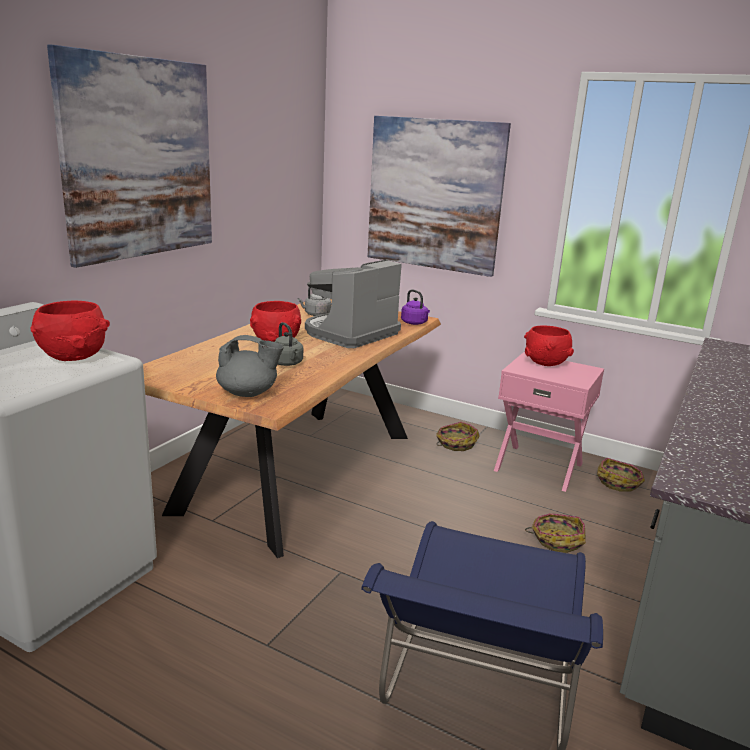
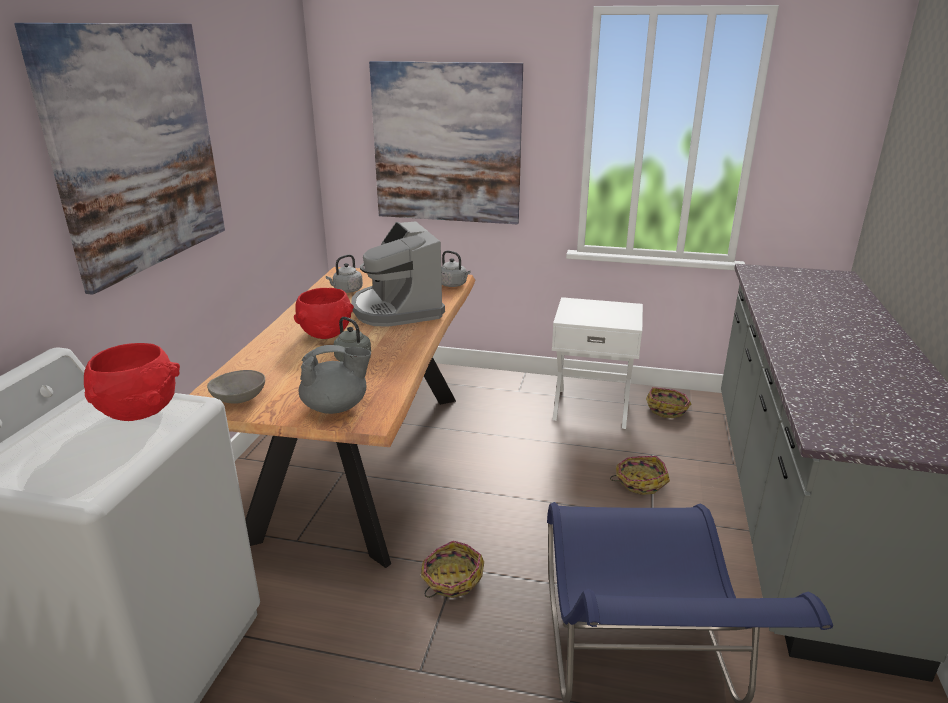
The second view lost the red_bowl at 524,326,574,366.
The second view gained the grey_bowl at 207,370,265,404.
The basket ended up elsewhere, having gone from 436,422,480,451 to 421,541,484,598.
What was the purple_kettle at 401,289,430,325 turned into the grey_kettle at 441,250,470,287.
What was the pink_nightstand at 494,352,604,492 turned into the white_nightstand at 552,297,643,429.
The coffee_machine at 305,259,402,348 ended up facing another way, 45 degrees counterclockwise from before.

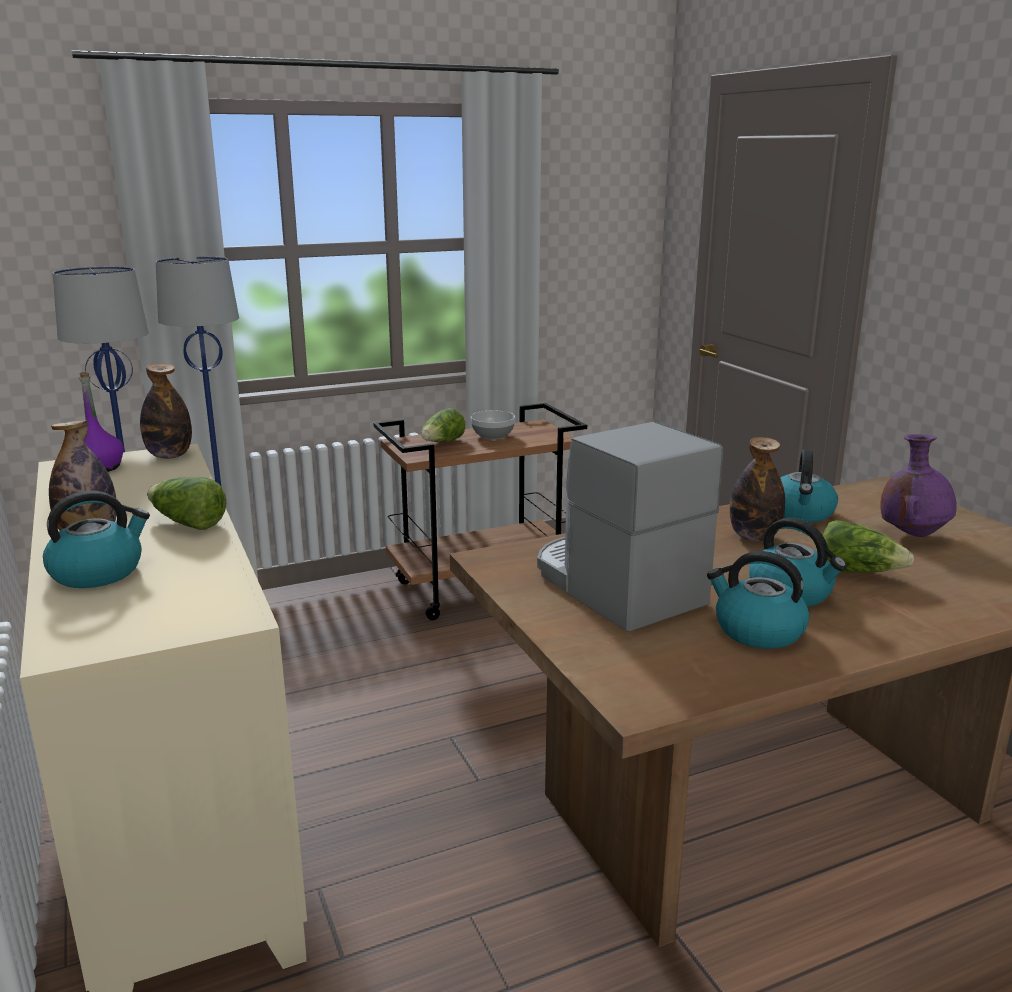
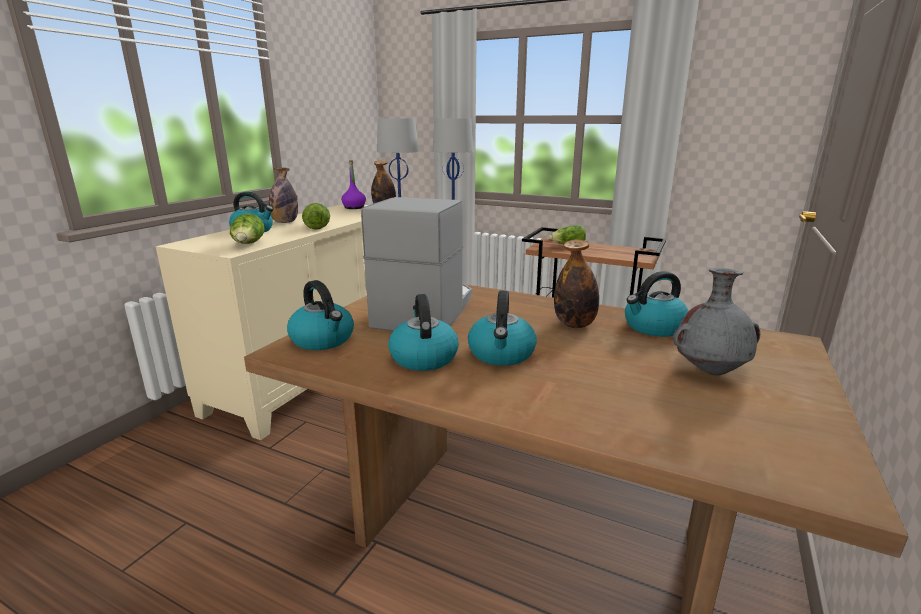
The second view lost the bowl at 471,411,515,440.
The second view gained the kettle at 287,280,354,350.
The lettuce ended up elsewhere, having gone from 823,520,914,573 to 230,214,265,244.
What was the purple_vase at 880,434,957,537 turned into the grey_vase at 673,268,760,376.

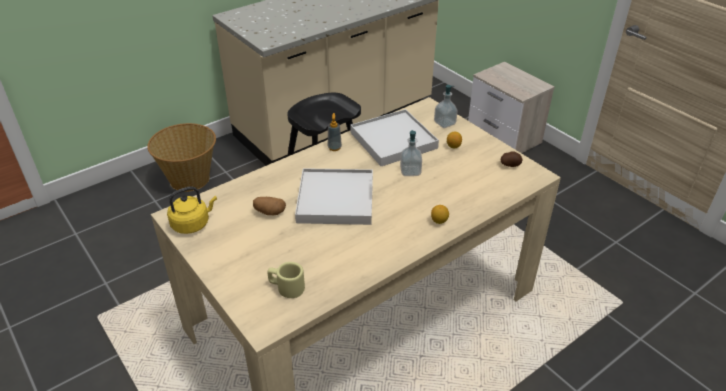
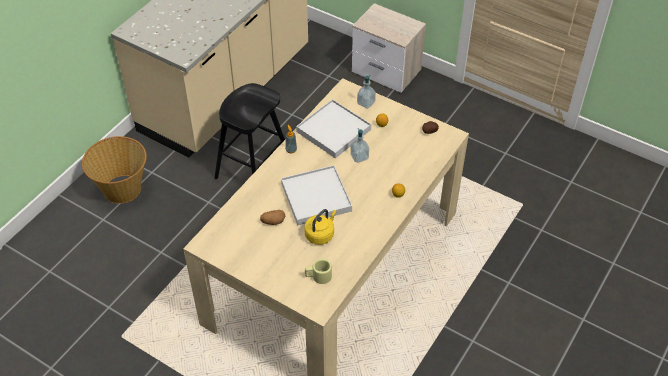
The yellow_kettle ended up elsewhere, having gone from 167,186,217,234 to 304,209,337,245.

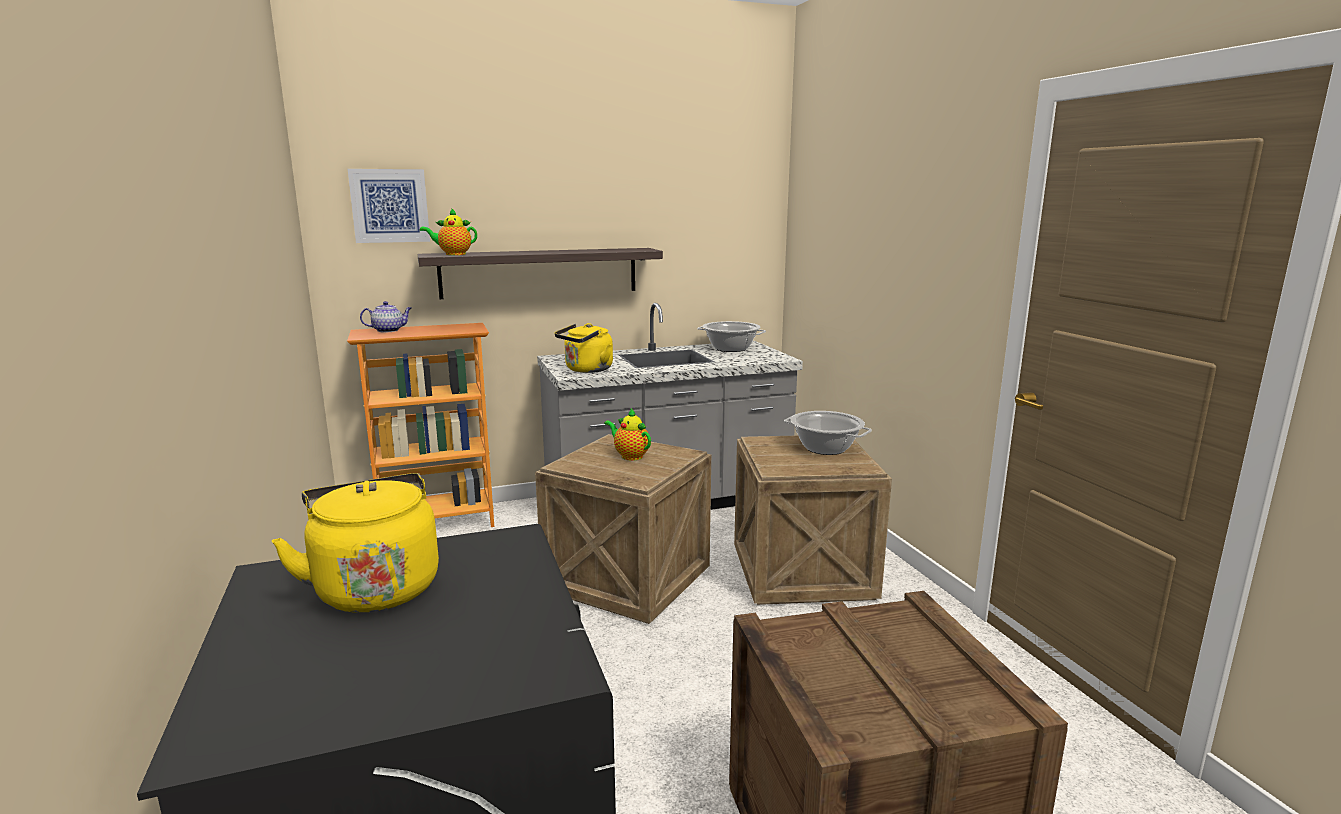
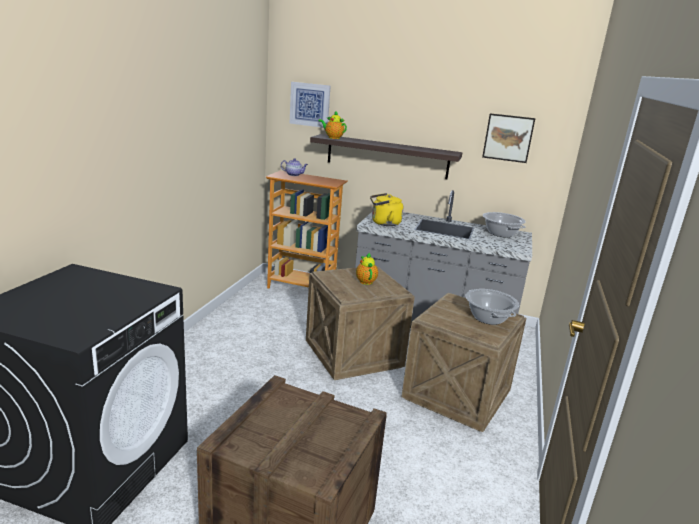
The second view lost the yellow_kettle at 272,473,439,613.
The second view gained the picture at 482,113,535,163.

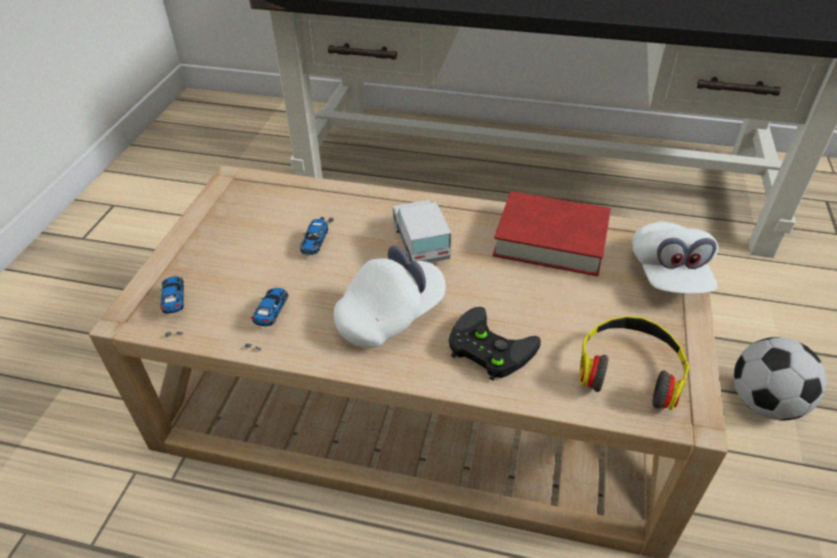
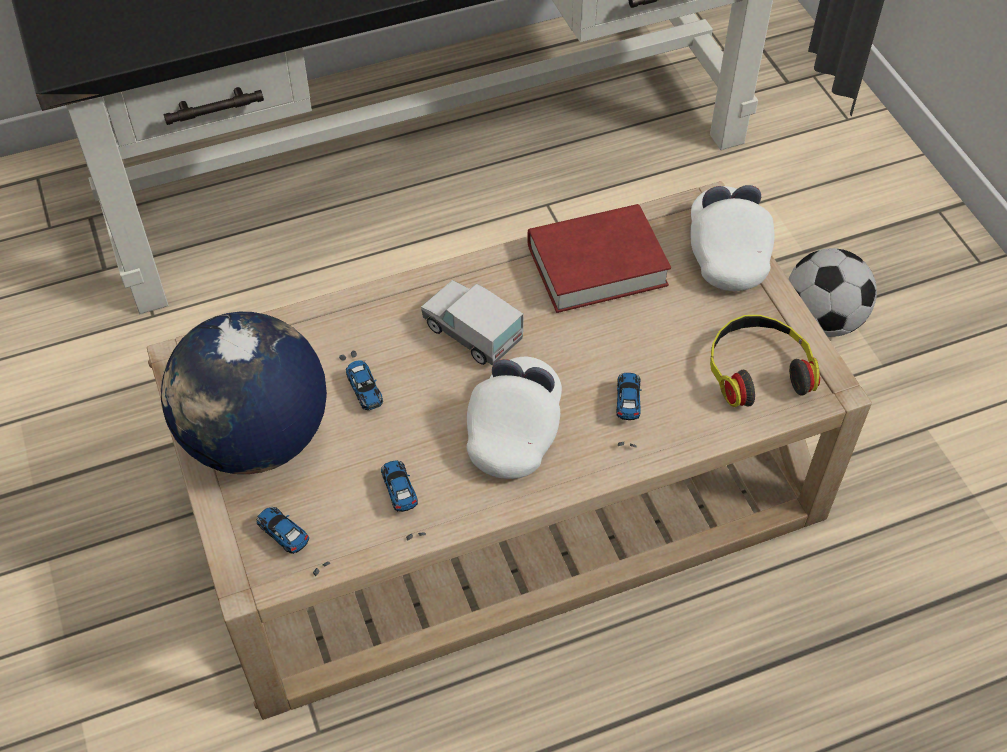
The second view gained the globe at 161,312,327,474.
Where the black_game_controller stood at 448,307,541,380, the toy_car came to stand at 616,373,642,447.
The white_cap at 632,222,718,293 ended up facing another way, 150 degrees counterclockwise from before.

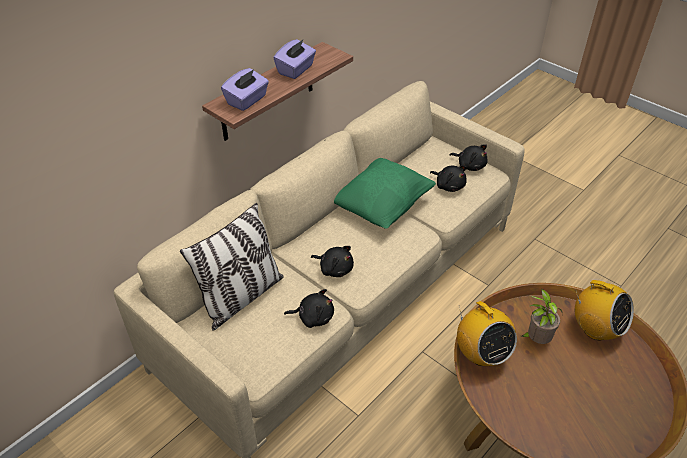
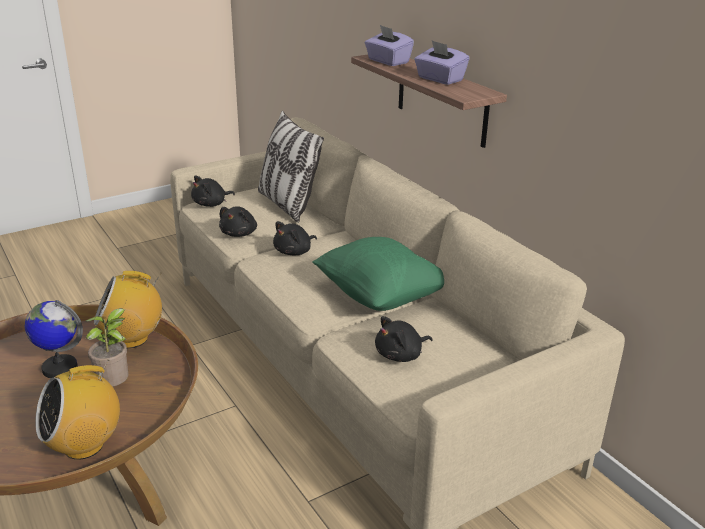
The second view gained the globe at 25,300,83,378.
The black_plush_toy ended up elsewhere, having gone from 450,144,488,171 to 191,175,235,207.

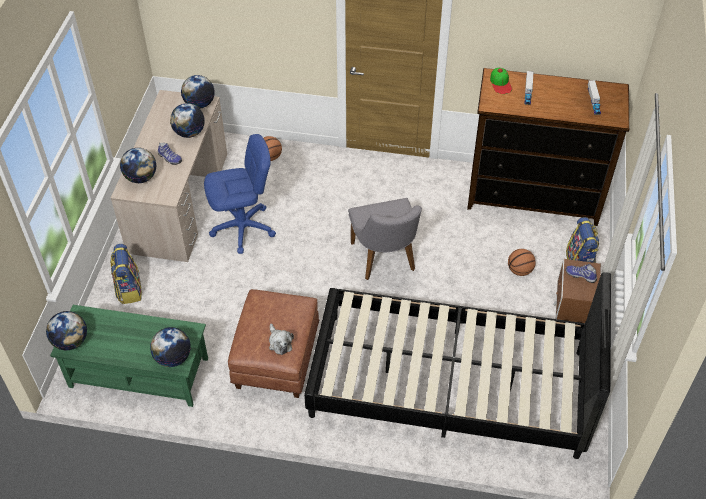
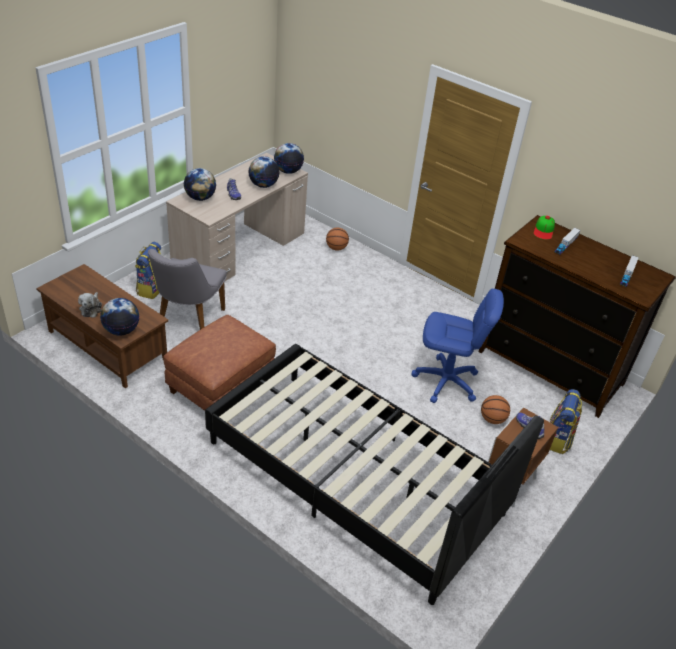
The second view lost the globe at 46,311,87,350.
The blue_office_chair ended up elsewhere, having gone from 204,134,276,254 to 411,289,504,403.
The plush_toy ended up elsewhere, having gone from 269,323,294,355 to 78,292,102,317.
The grey_chair ended up elsewhere, having gone from 348,198,422,280 to 148,249,227,330.
What was the green_coffee_table at 50,305,208,407 turned into the brown_coffee_table at 36,264,168,389.

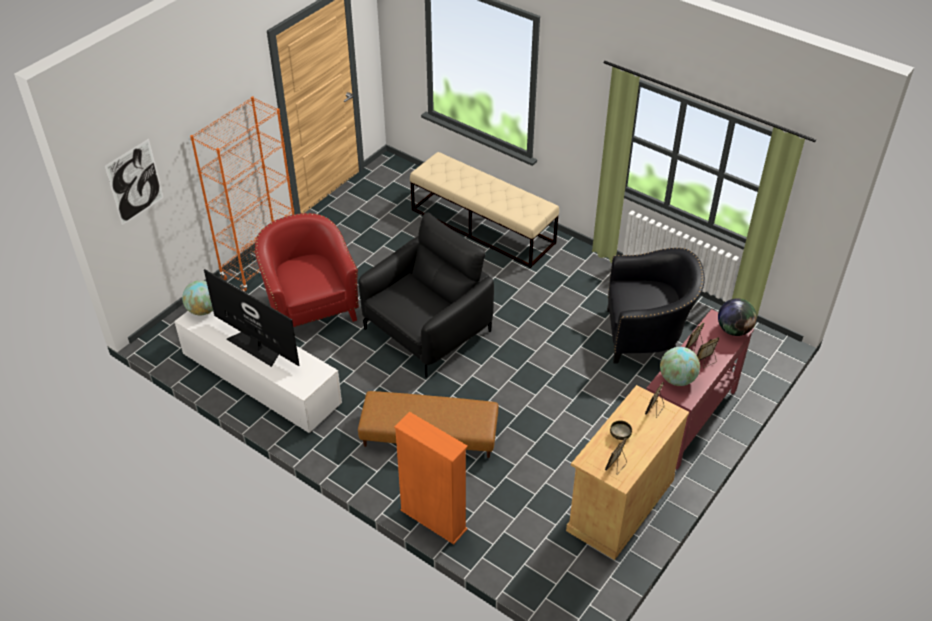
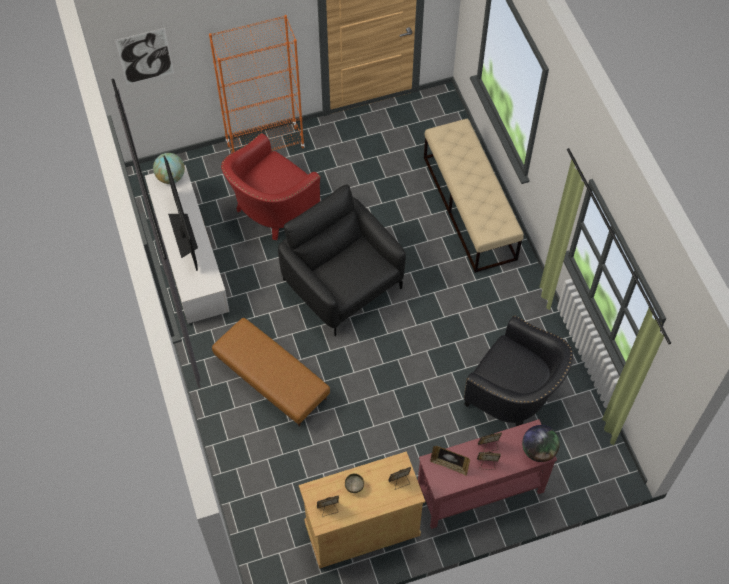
The second view lost the orange_bookcase at 394,412,468,544.
Where the globe stood at 660,347,700,386, the picture_frame came to stand at 430,446,470,476.
The red_armchair at 255,213,359,327 ended up facing another way, 150 degrees counterclockwise from before.
The black_armchair at 359,213,494,377 ended up facing another way, 120 degrees counterclockwise from before.

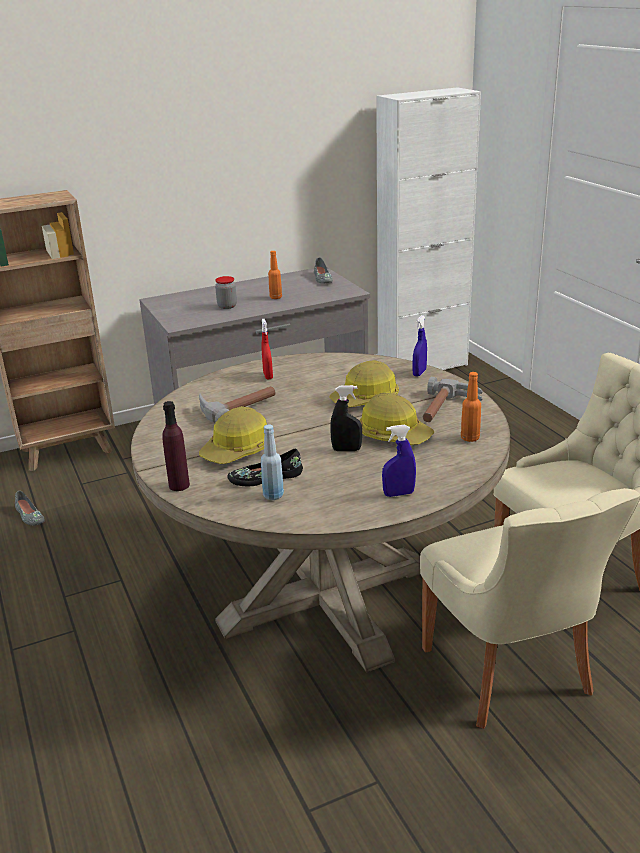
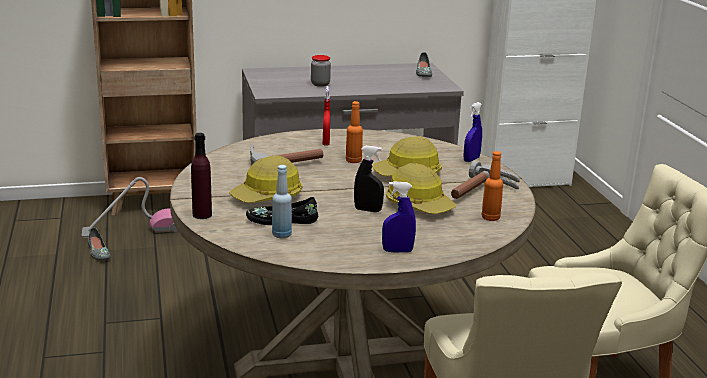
The second view gained the vacuum_cleaner at 82,177,178,238.
The orange_bottle ended up elsewhere, having gone from 268,251,282,299 to 346,101,363,163.

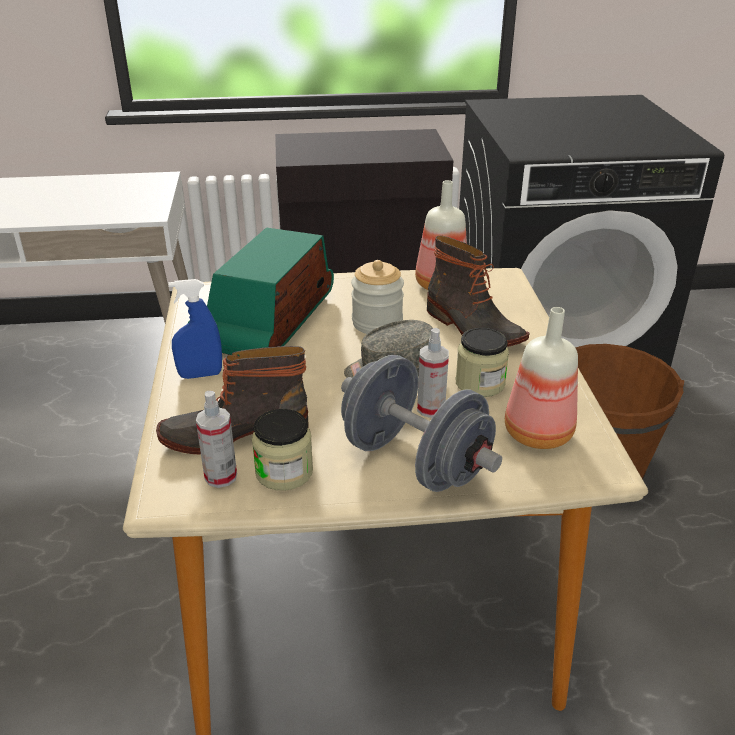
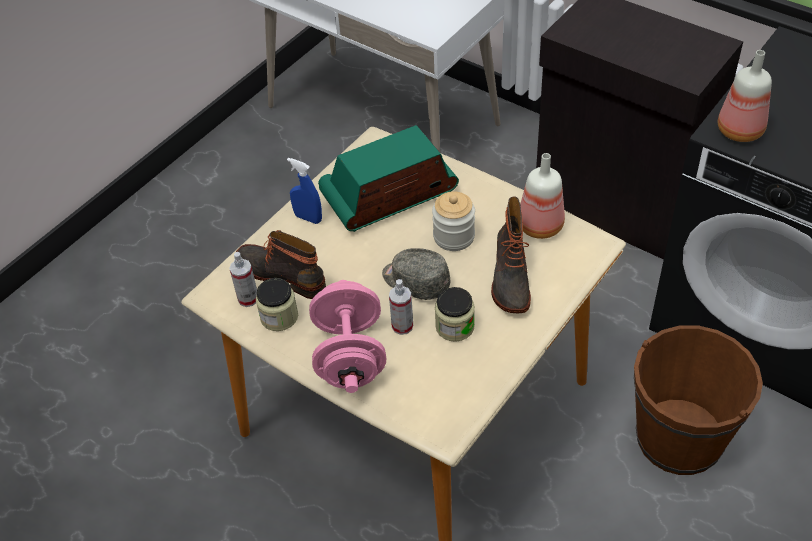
The bottle ended up elsewhere, having gone from 505,307,578,449 to 718,50,772,142.
What was the grey_dumbbell at 341,355,502,492 turned into the pink_dumbbell at 309,280,386,393.

